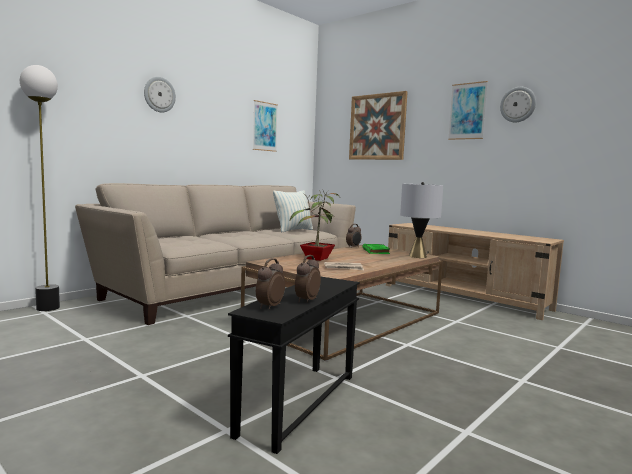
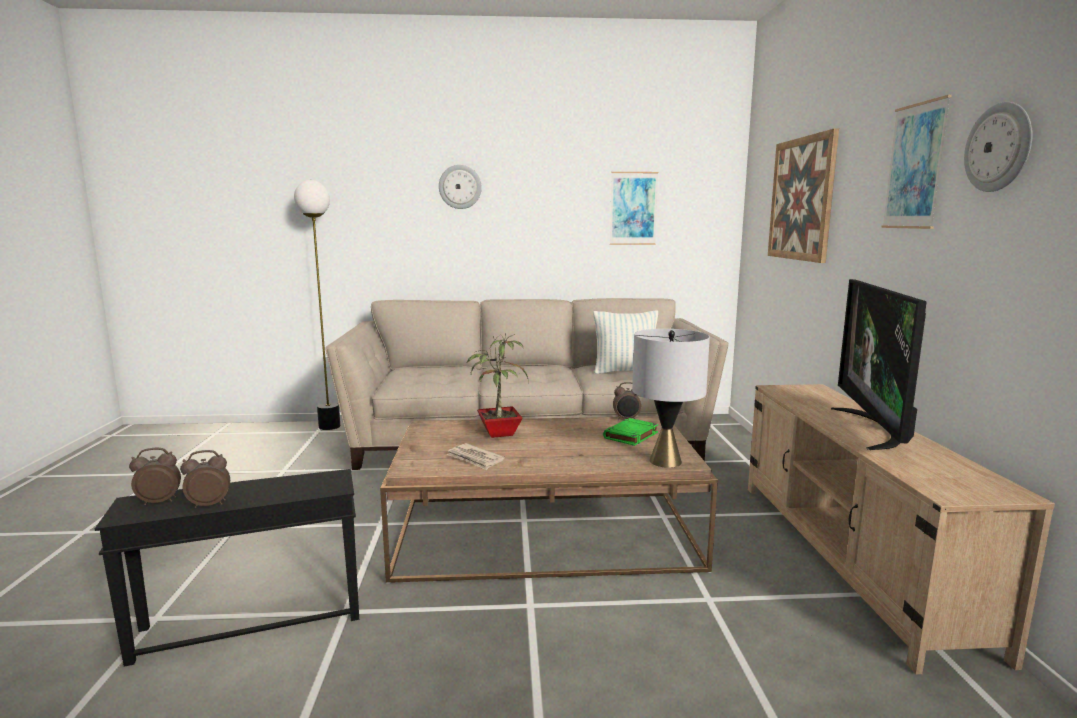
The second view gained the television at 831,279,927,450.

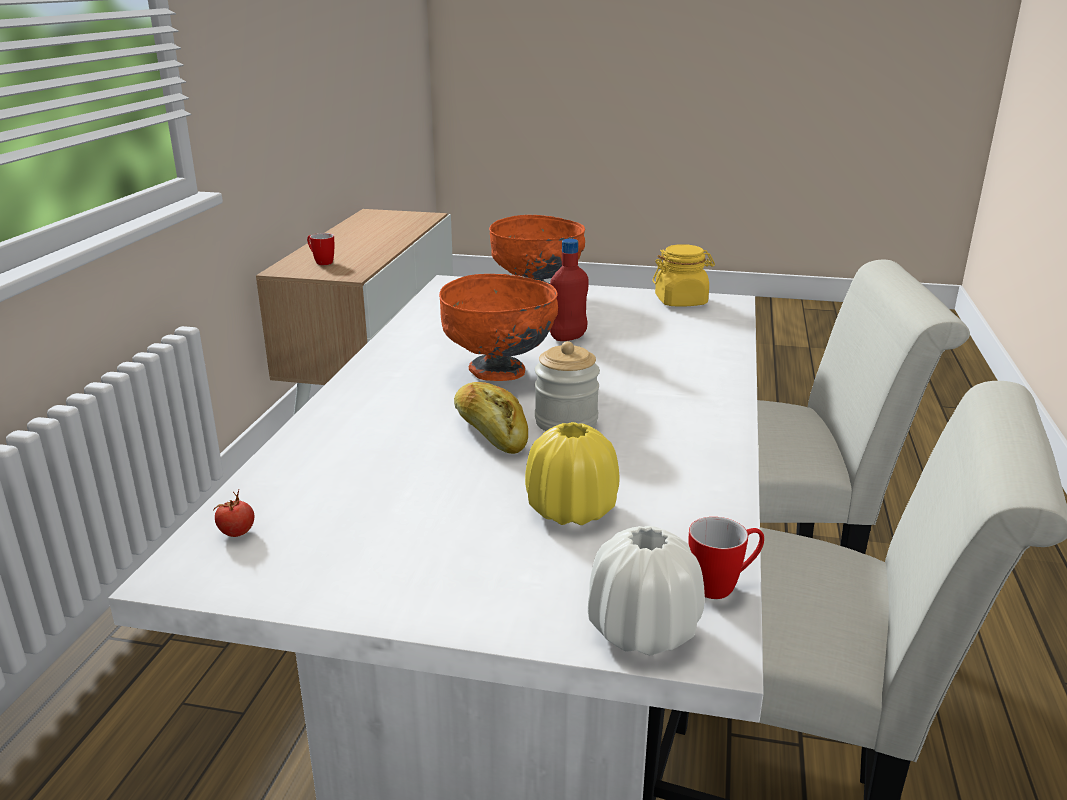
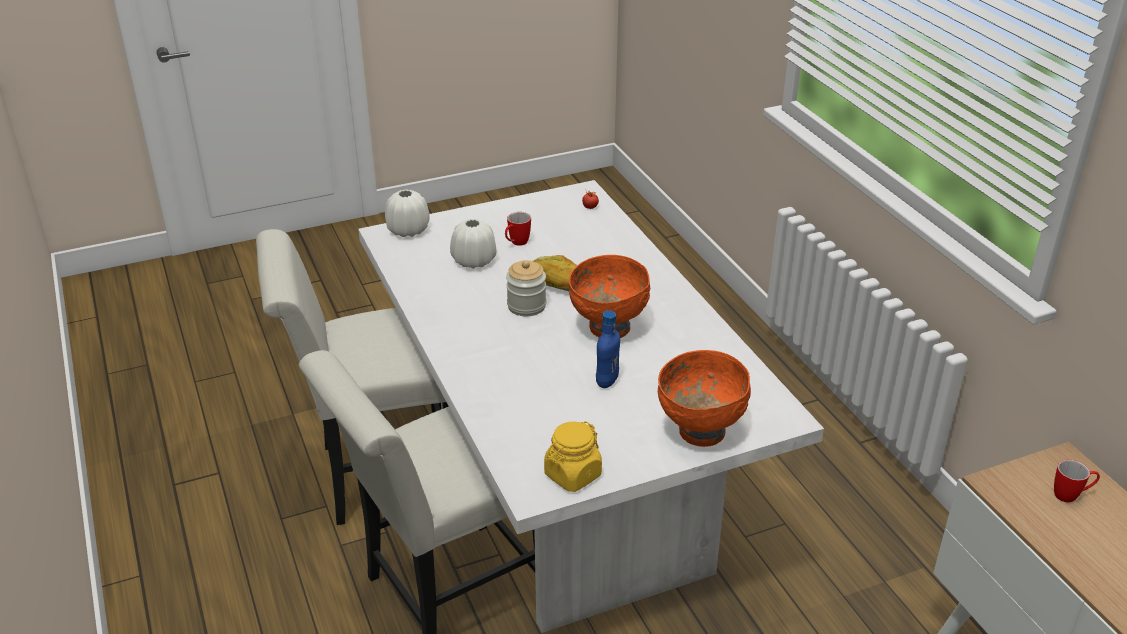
The mug ended up elsewhere, having gone from 689,517,764,599 to 505,212,531,246.
What was the yellow_vase at 525,422,620,525 turned into the white_vase at 450,219,496,269.
What was the red_bottle at 550,239,589,341 turned into the blue_bottle at 596,310,620,388.

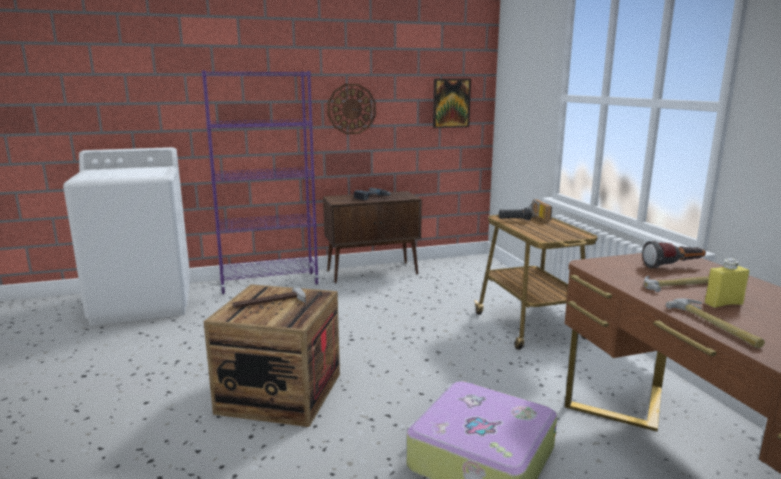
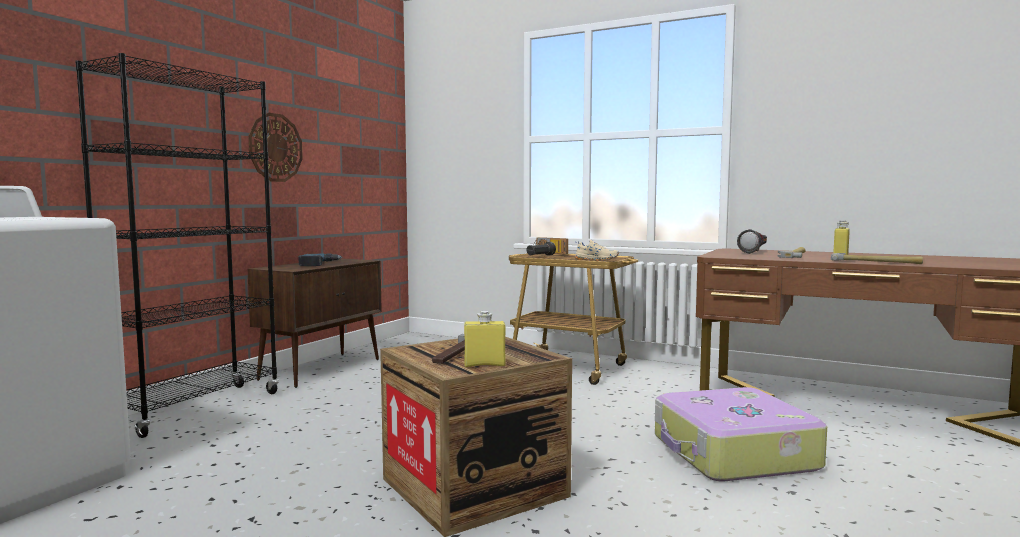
The second view lost the picture at 433,79,471,128.
The second view gained the yellow_bottle at 464,311,506,367.
The second view gained the beige_shoe at 575,240,619,261.
What was the purple_bookcase at 202,71,319,294 turned into the black_bookcase at 75,53,279,438.

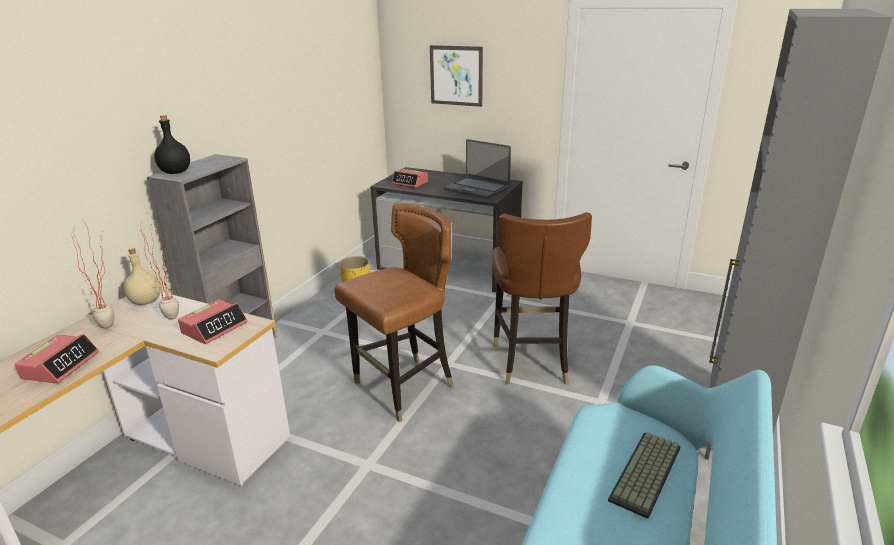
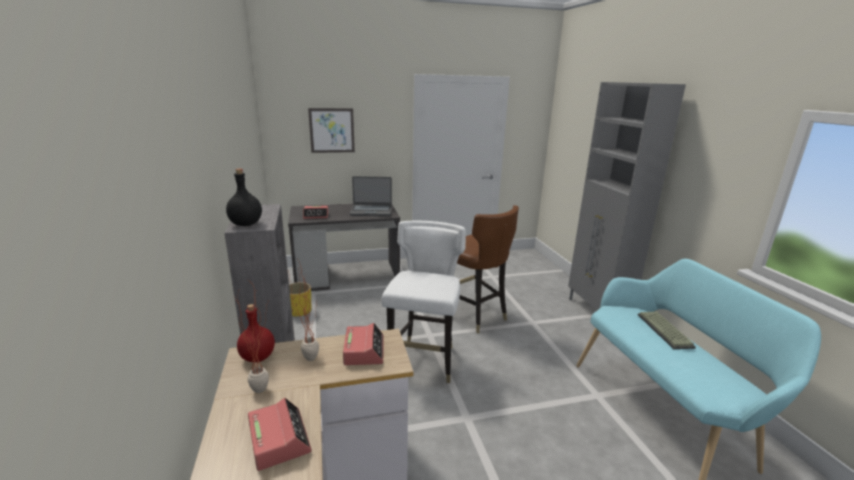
What was the beige_bottle at 124,248,161,305 turned into the red_bottle at 237,304,275,362.
What was the brown_chair at 335,203,454,422 turned into the white_chair at 382,221,466,383.

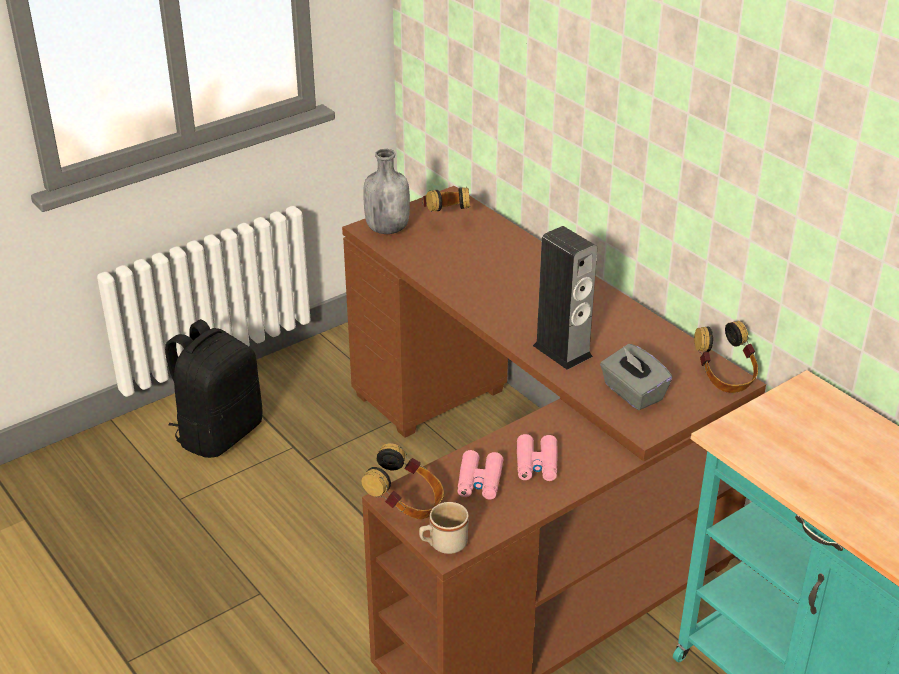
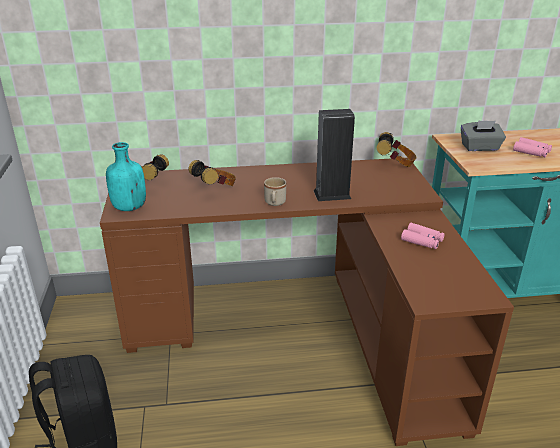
The headphones ended up elsewhere, having gone from 362,443,444,519 to 188,160,236,186.
The beige_mug ended up elsewhere, having gone from 419,502,469,554 to 264,177,286,206.
The pink_binoculars ended up elsewhere, having gone from 457,450,503,499 to 513,137,552,157.
The grey_tissue_box ended up elsewhere, having gone from 600,344,672,410 to 461,120,506,151.
What was the grey_bottle at 363,149,410,234 turned into the turquoise_bottle at 106,142,146,211.

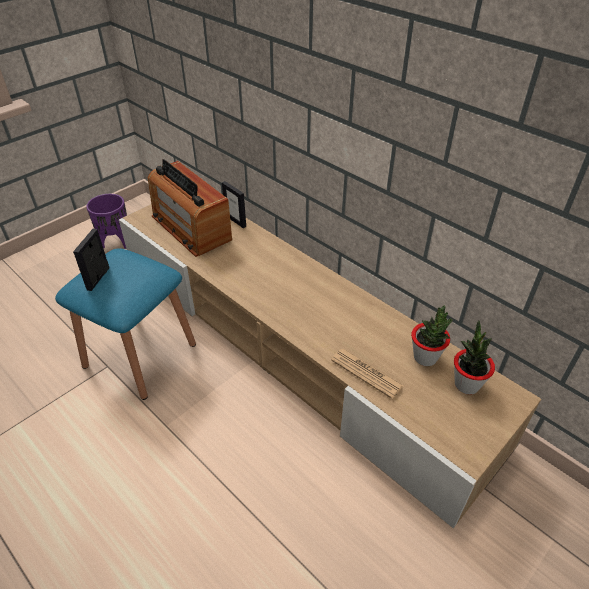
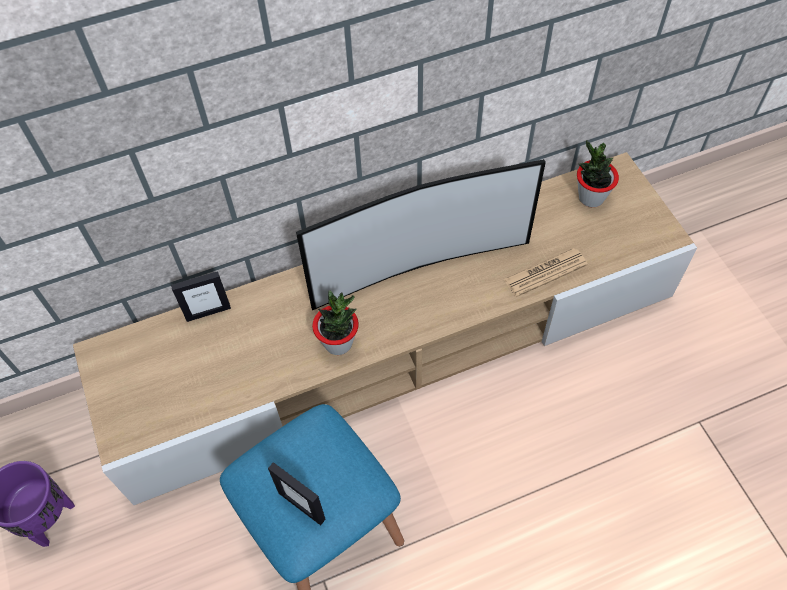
The second view lost the radio at 148,159,232,257.
The second view gained the television at 296,159,546,310.
The potted_plant ended up elsewhere, having gone from 411,305,453,366 to 312,290,359,355.

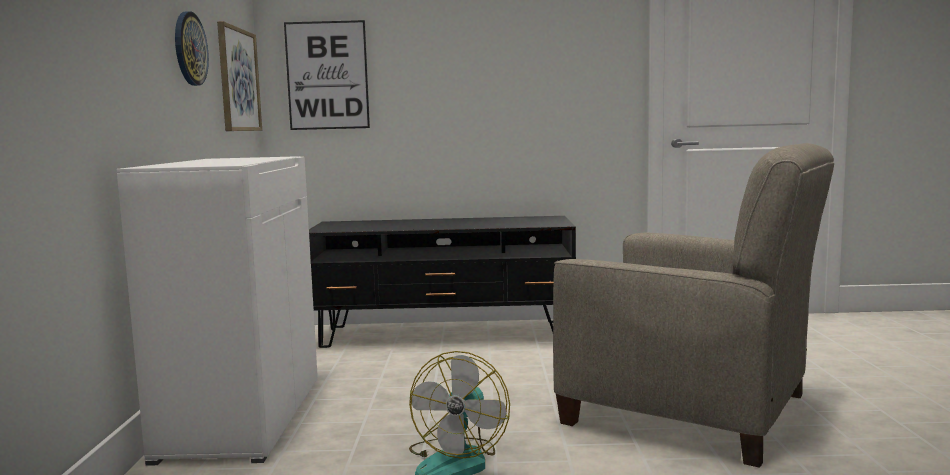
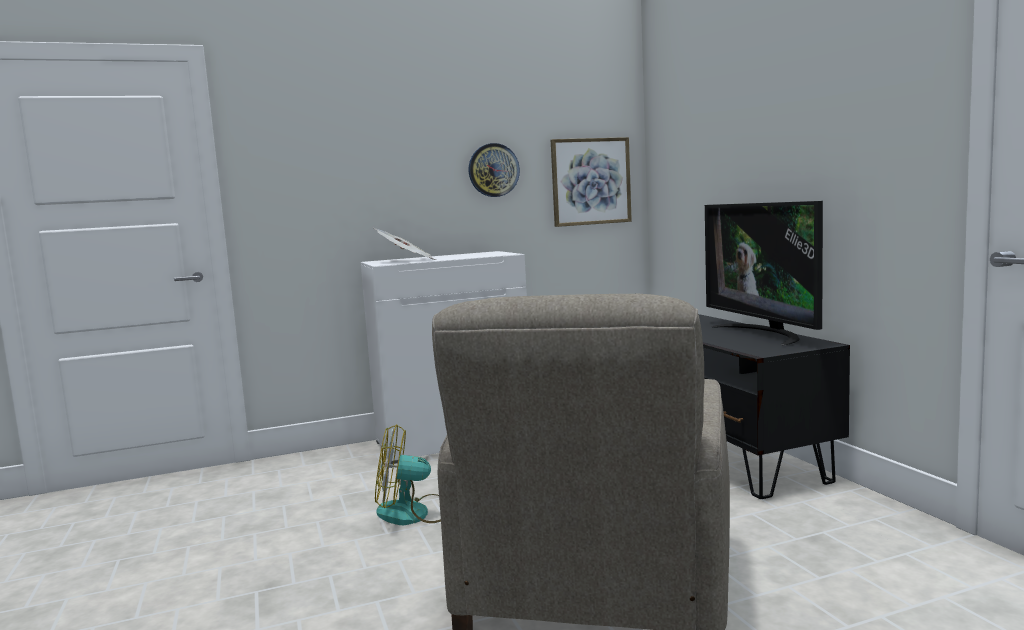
The second view lost the picture at 284,20,370,130.
The second view gained the newspaper at 374,228,436,260.
The second view gained the television at 705,201,823,345.

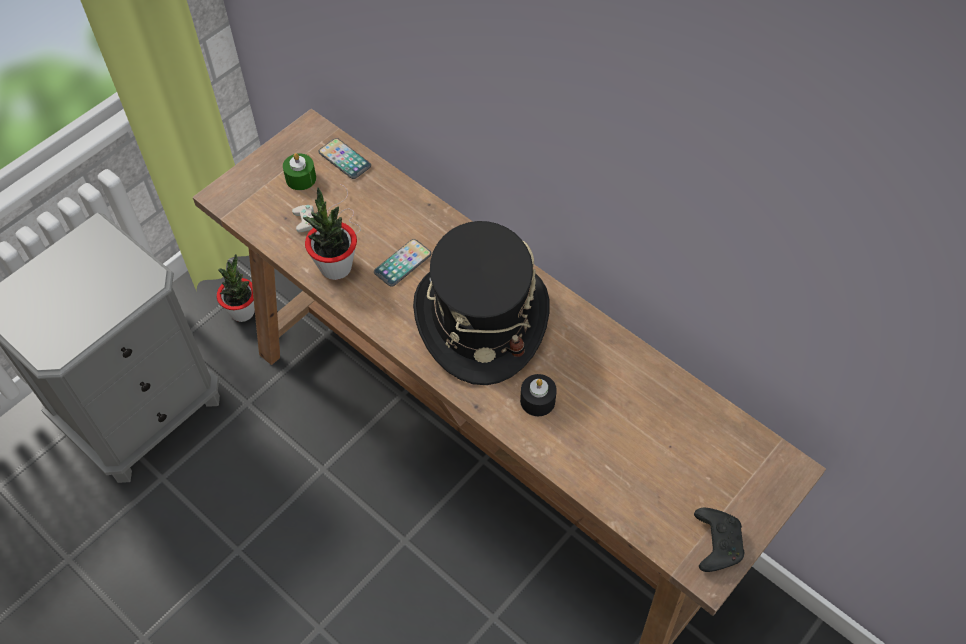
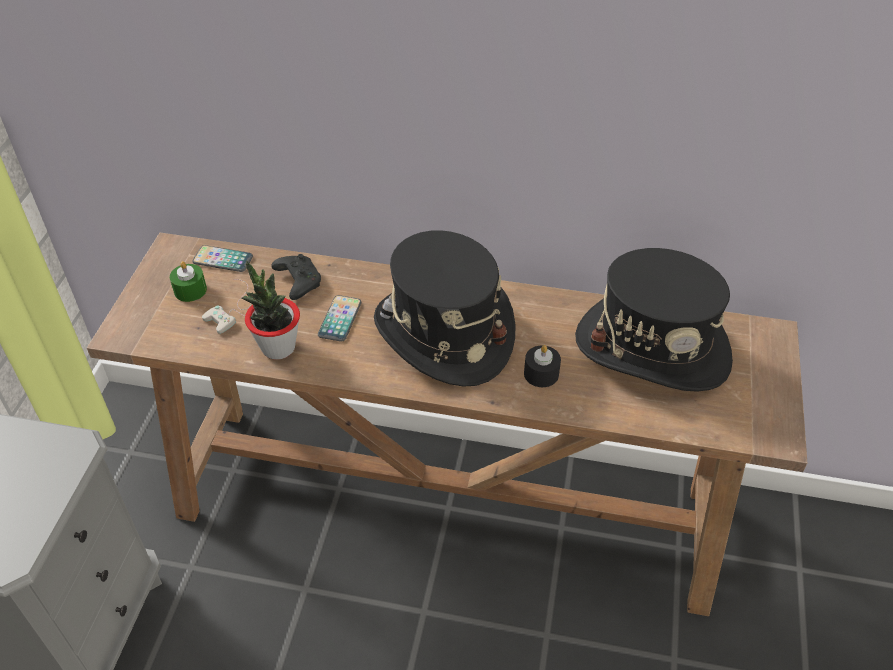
The second view lost the potted_plant at 217,254,255,322.
The second view gained the black_hat at 575,248,733,392.
The black_game_controller ended up elsewhere, having gone from 694,508,744,572 to 271,254,321,300.

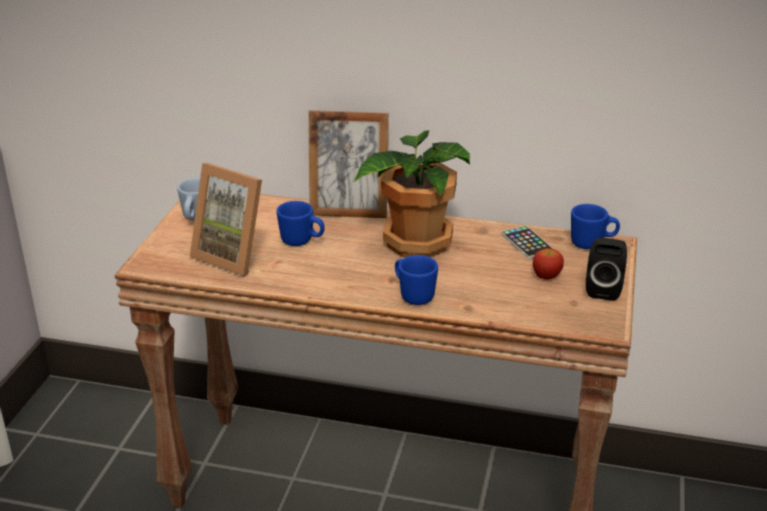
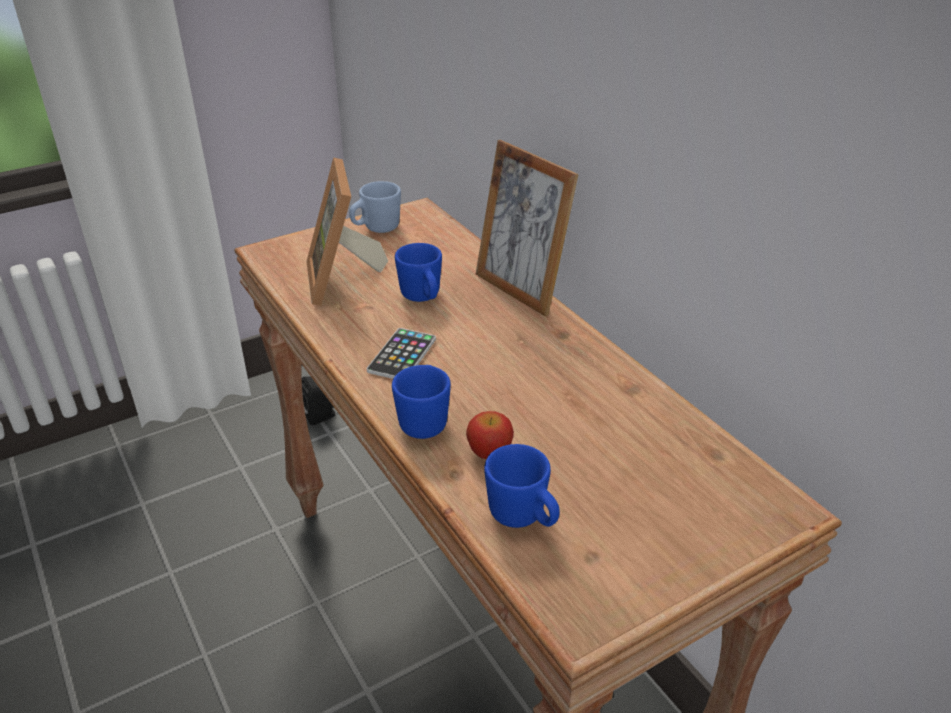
The second view lost the potted_plant at 353,130,470,257.
The phone ended up elsewhere, having gone from 501,225,553,259 to 367,328,436,379.
The apple ended up elsewhere, having gone from 533,248,564,280 to 466,411,514,459.
The blue_mug ended up elsewhere, having gone from 571,204,620,249 to 484,444,560,528.
The black_speaker ended up elsewhere, having gone from 586,238,627,301 to 302,376,335,426.

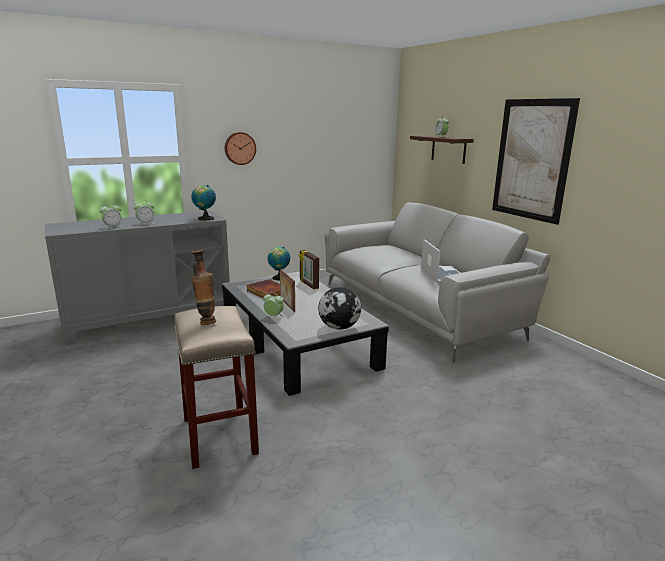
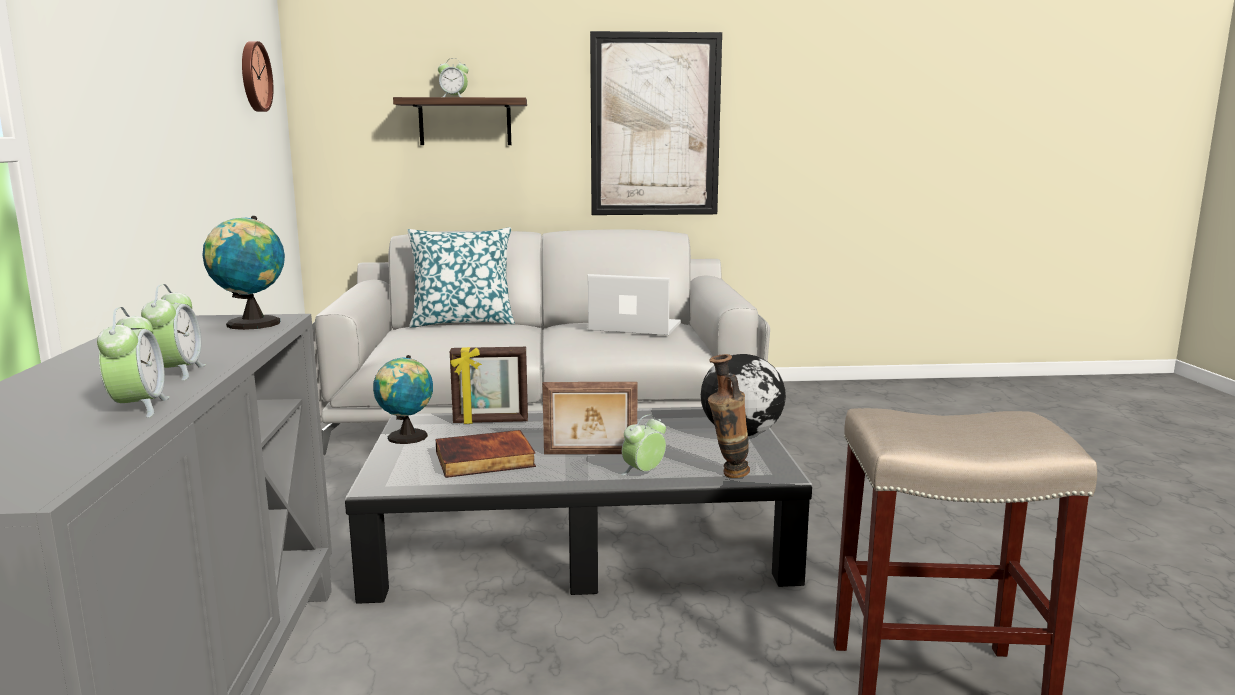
The second view gained the pillow at 407,227,515,328.
The vase ended up elsewhere, having gone from 190,250,216,325 to 708,354,750,478.
The wall_clock ended up elsewhere, having gone from 225,132,256,165 to 242,41,273,112.

